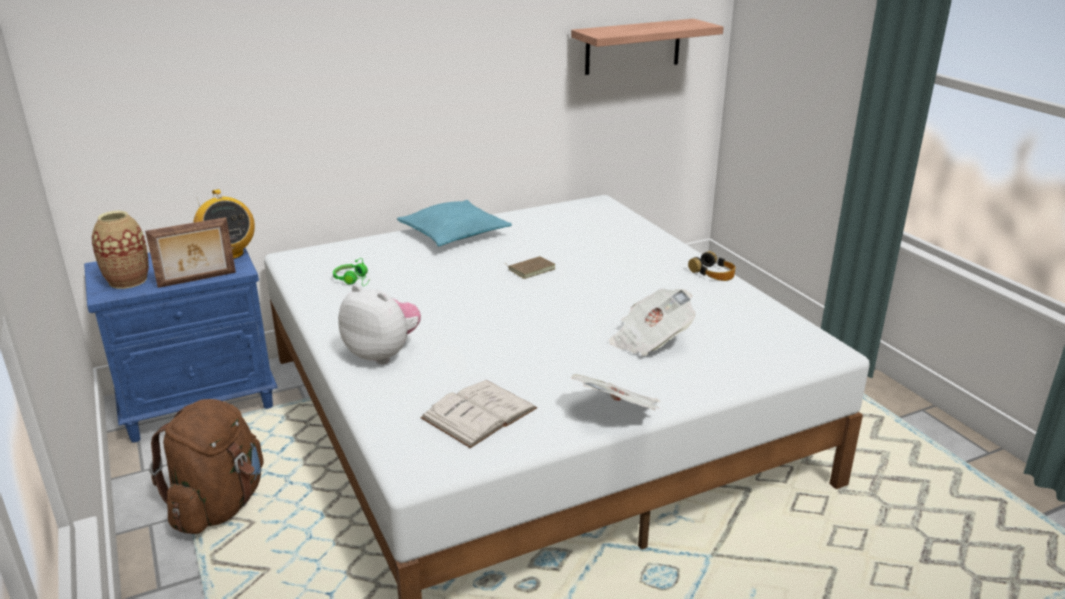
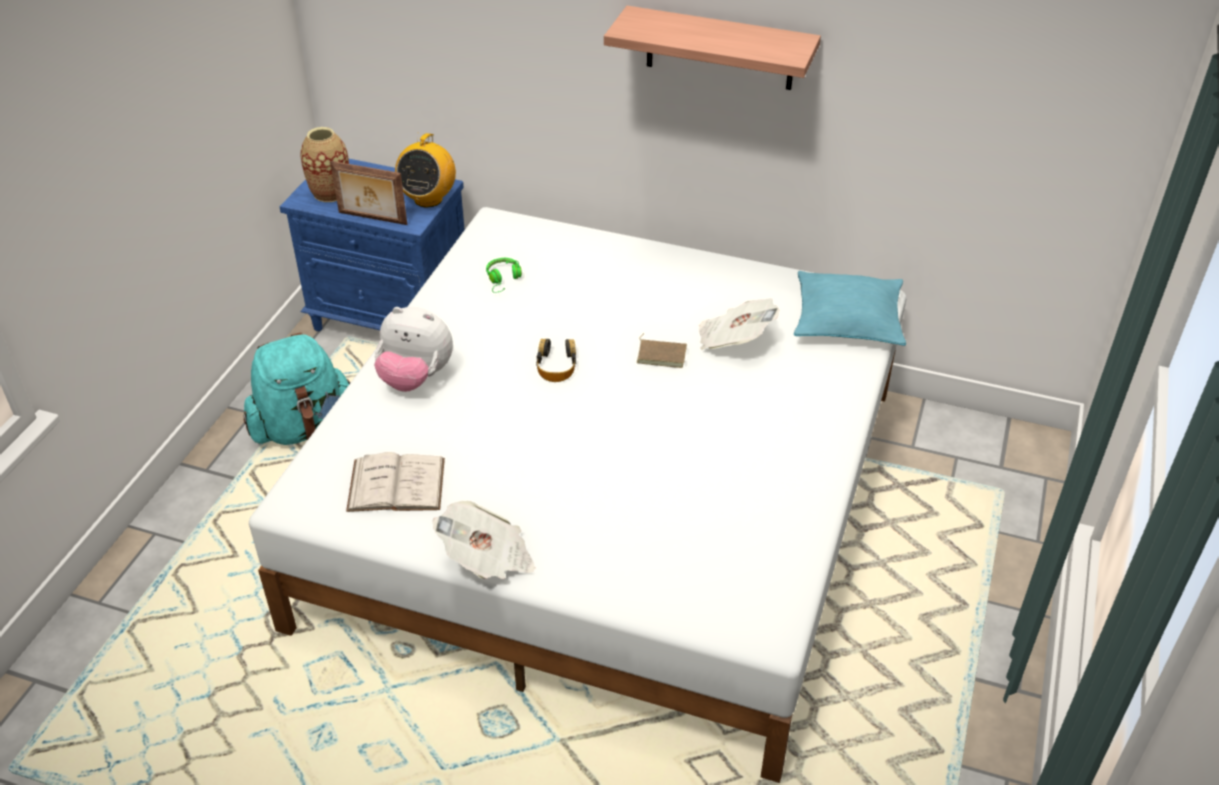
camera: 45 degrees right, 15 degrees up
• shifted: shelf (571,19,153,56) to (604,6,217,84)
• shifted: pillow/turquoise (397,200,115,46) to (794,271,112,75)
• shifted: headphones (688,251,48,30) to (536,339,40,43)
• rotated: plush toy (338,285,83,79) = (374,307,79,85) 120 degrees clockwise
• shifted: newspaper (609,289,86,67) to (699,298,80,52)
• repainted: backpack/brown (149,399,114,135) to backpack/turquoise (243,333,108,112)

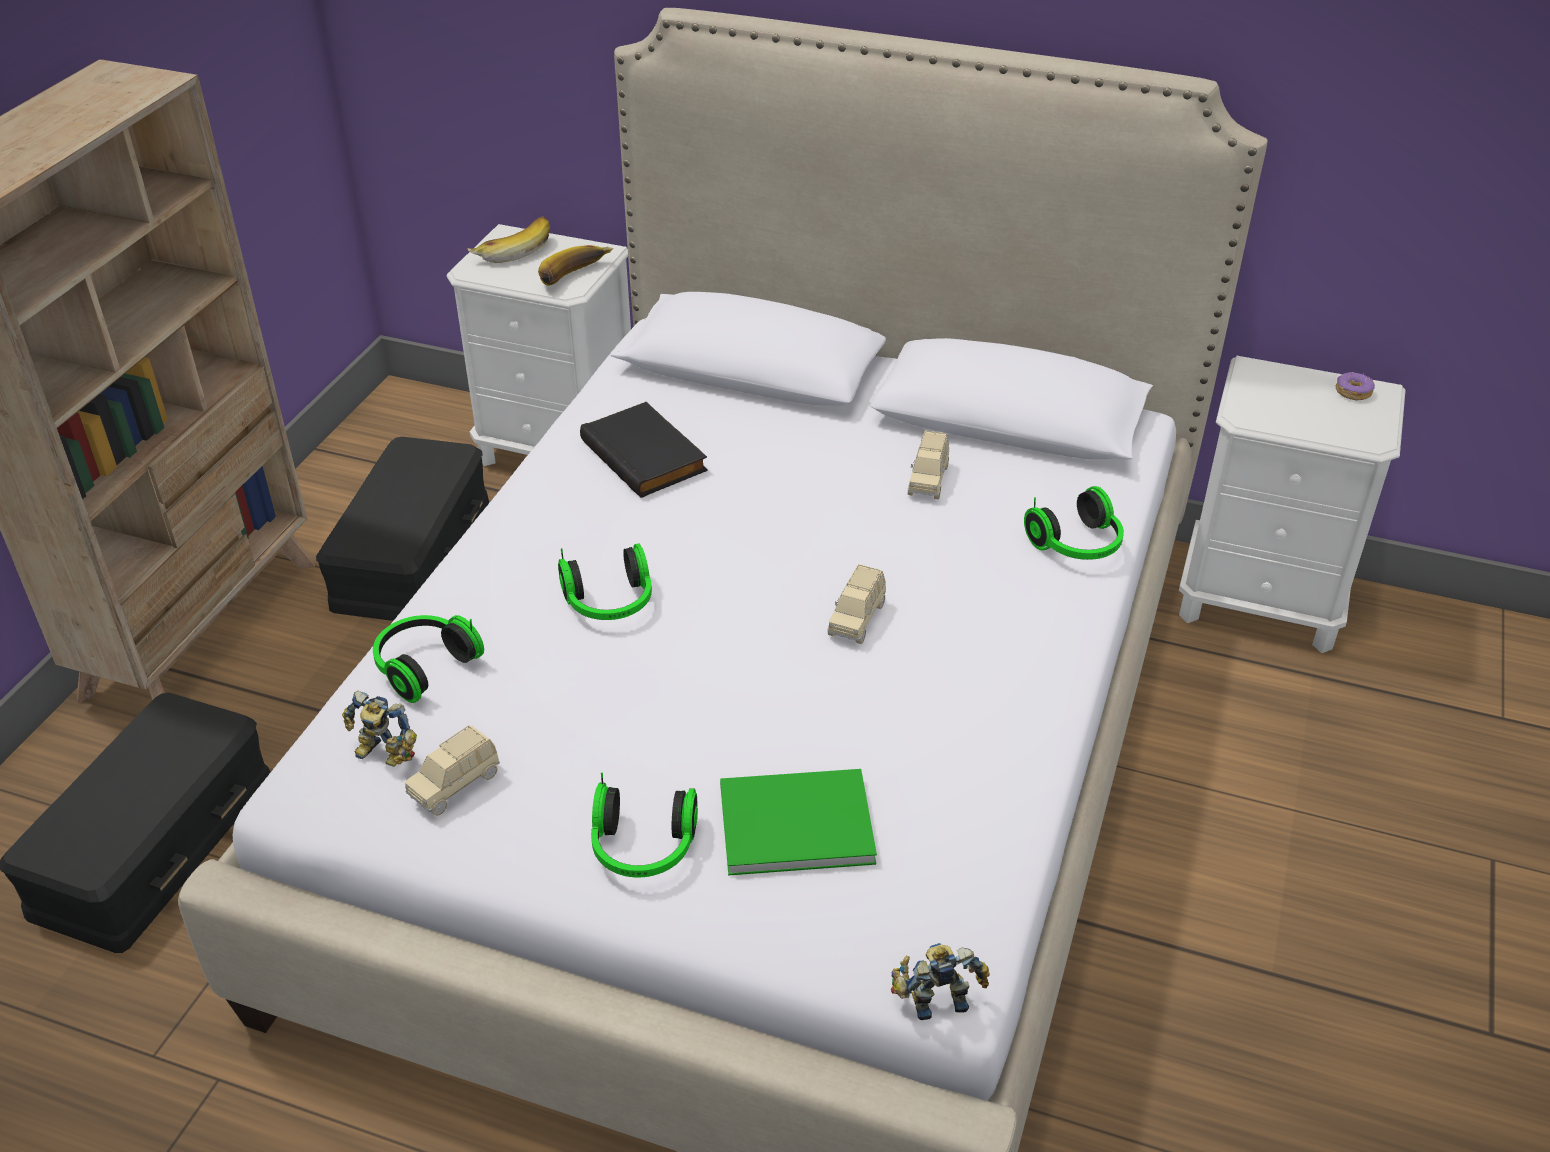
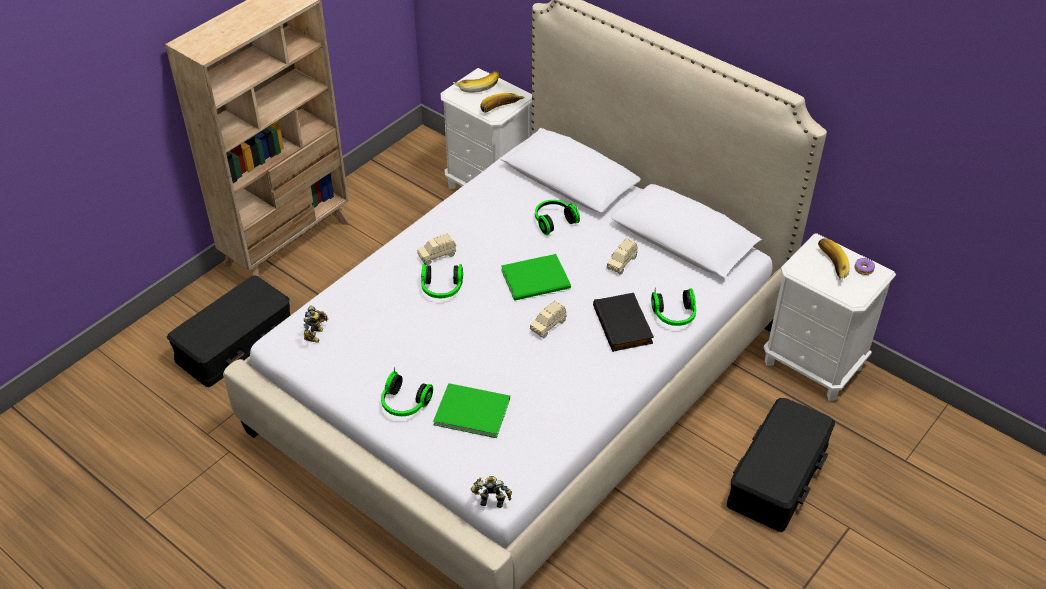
camera: 20 degrees right, 5 degrees up
• shifted: book/black (580,402,128,96) to (593,293,61,59)
• shifted: storage box/black (316,437,173,184) to (727,398,108,134)
• shifted: headphones (373,615,111,88) to (535,200,45,35)
• rotated: toy robot (342,691,75,76) = (304,306,24,37) 120 degrees counterclockwise
• shifted: toy car/beige (405,725,95,91) to (418,233,38,32)
• new: banana (818,238,32,42)
• new: book/green (501,254,70,47)

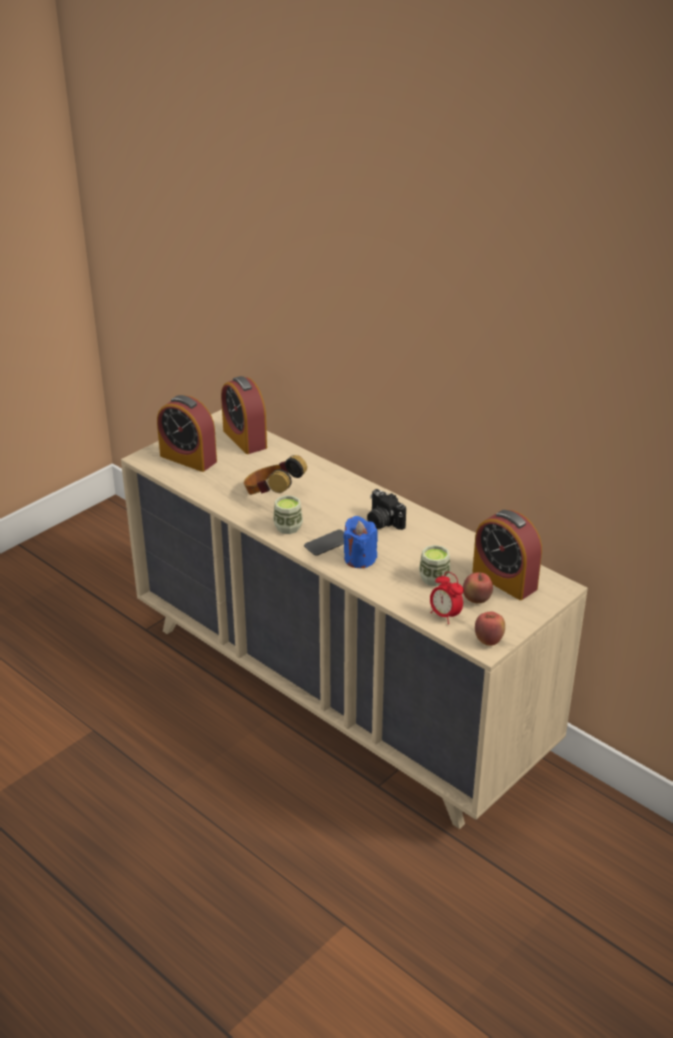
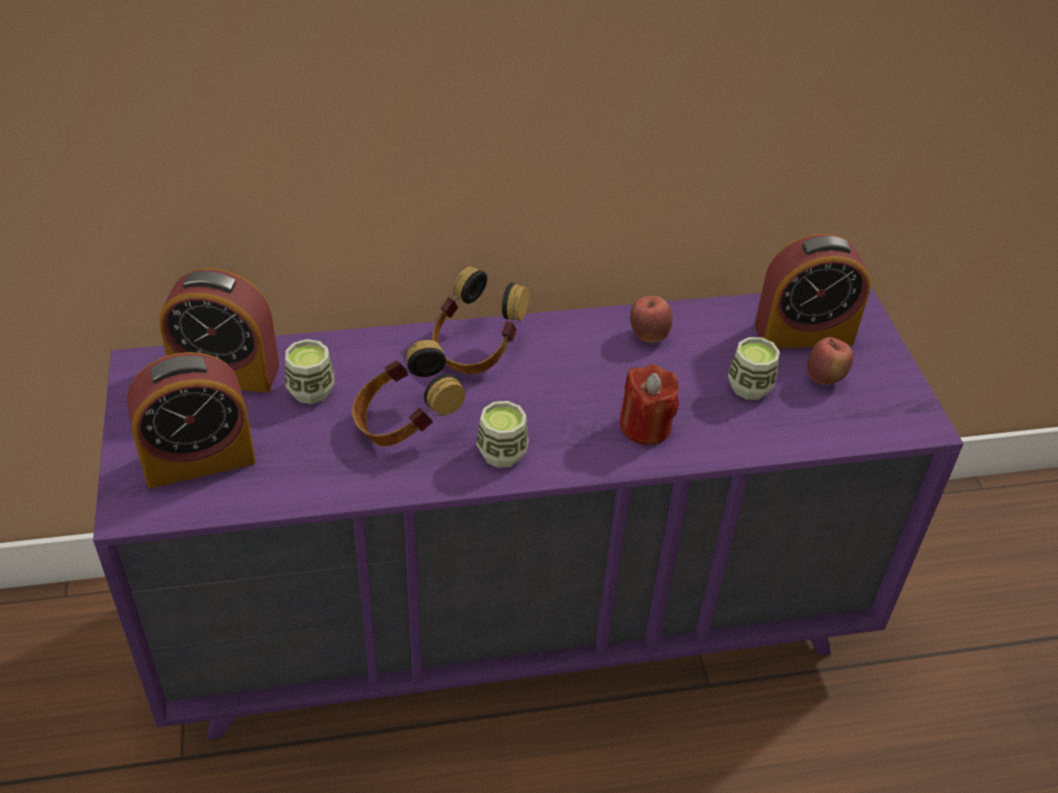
camera: 55 degrees left, 10 degrees up
• repainted: dresser/beige (121,409,467,420) to dresser/purple (93,285,871,454)
• gone: photo camera (367,489,39,41)
• repainted: candle/blue (343,516,35,52) to candle/red (620,364,59,81)
• gone: phone (304,529,40,27)
• gone: alarm clock (430,572,34,52)
• shifted: apple (475,612,30,34) to (630,296,43,46)
• new: headphones (432,266,97,108)
• new: cup (285,339,49,65)

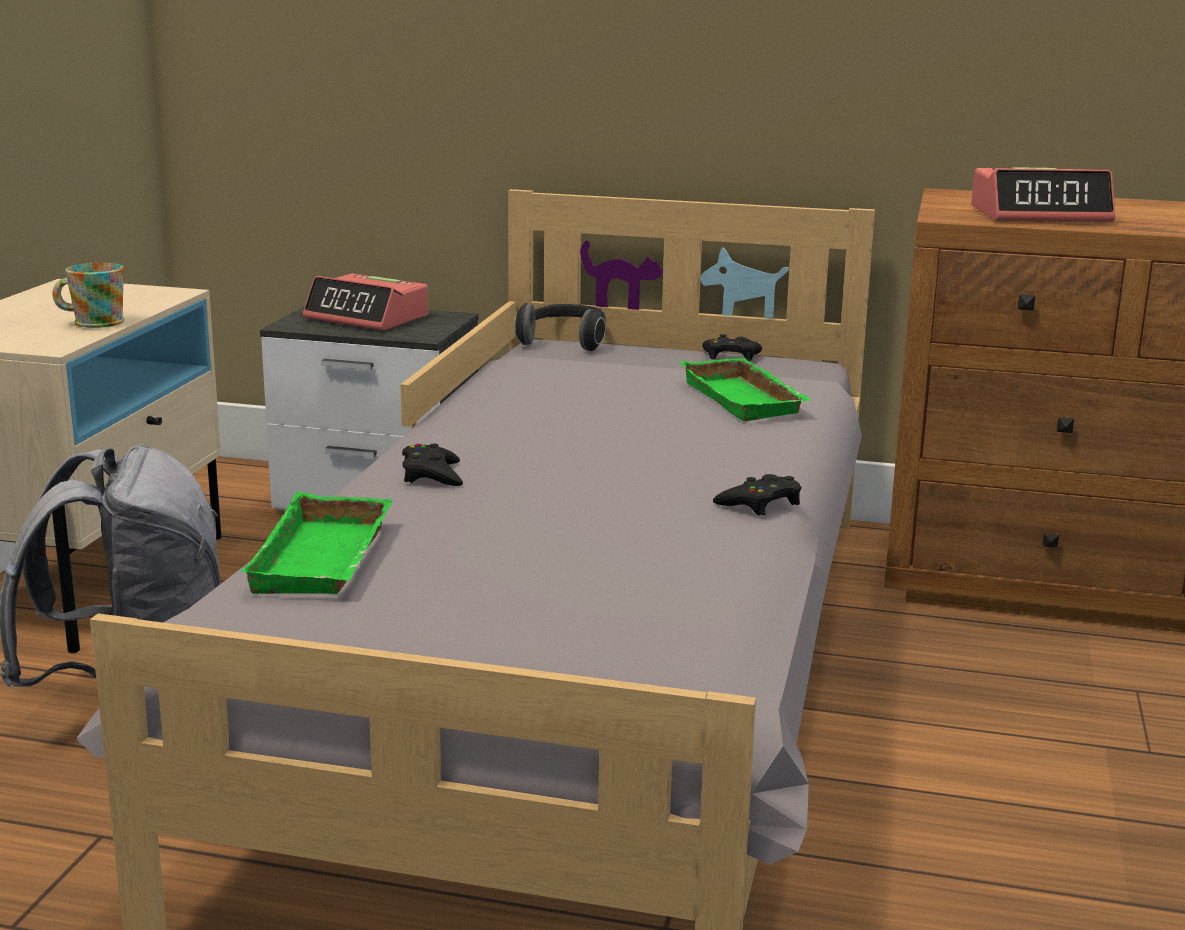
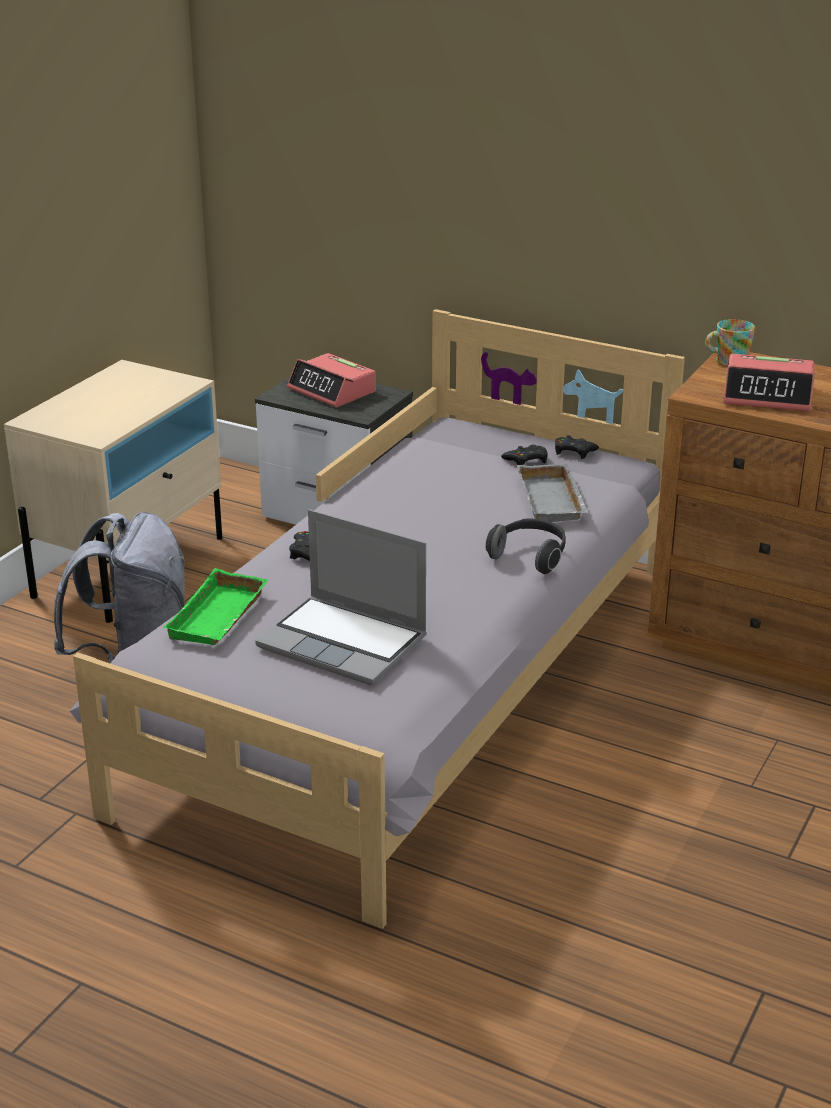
camera: 15 degrees right, 10 degrees up
• shifted: mug (52,263,72,65) to (705,319,50,47)
• shifted: headphones (515,303,91,48) to (485,518,81,56)
• repainted: tray/green (679,358,134,63) to tray/grey (517,464,72,58)
• shifted: game controller/black (713,474,88,41) to (501,445,47,20)
• new: laptop (255,509,172,176)

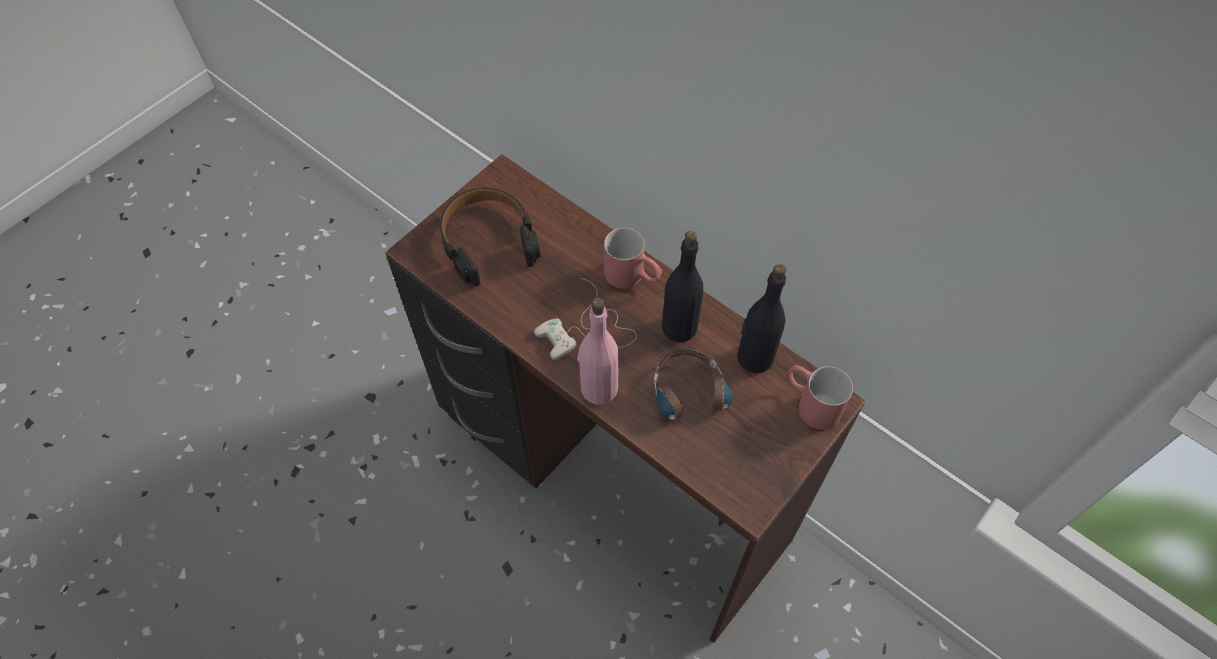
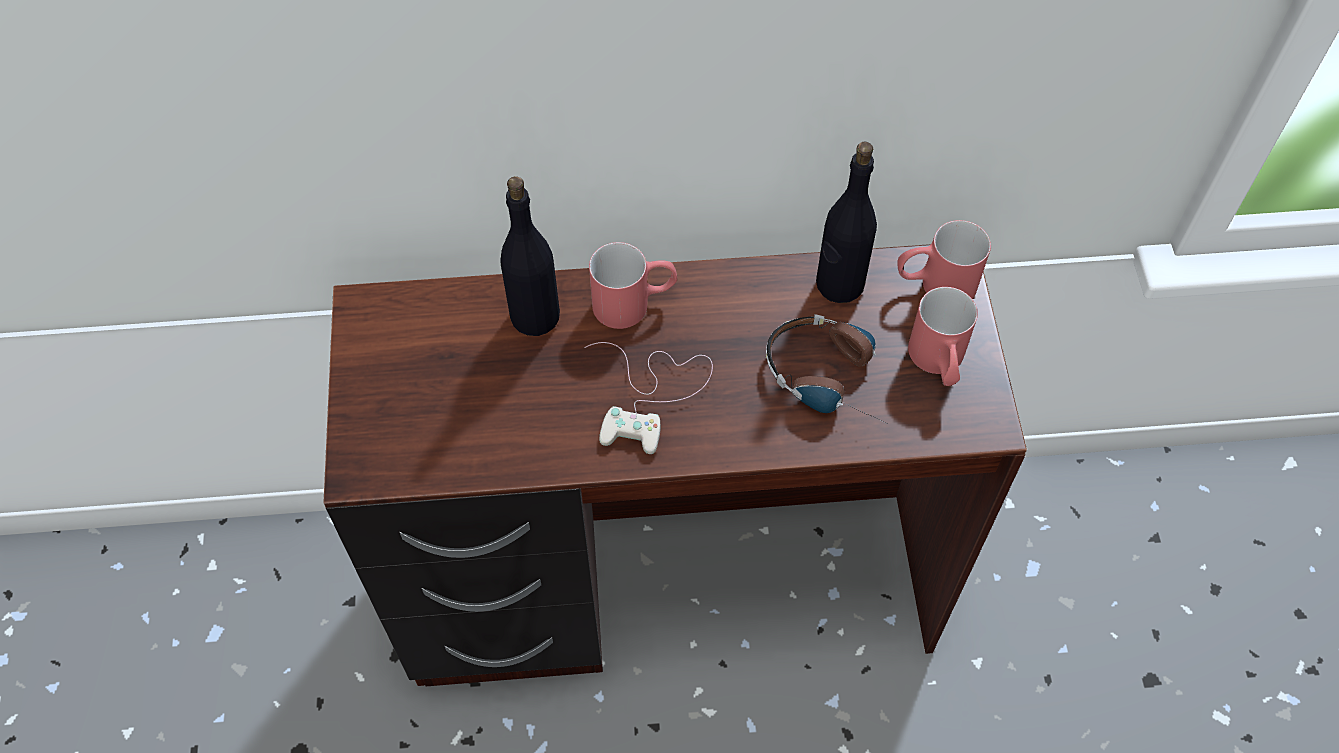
camera: 45 degrees left, 0 degrees up
• gone: headphones/black (440,187,101,99)
• shifted: bottle/black (662,231,41,111) to (501,176,59,160)
• gone: bottle/pink (577,298,42,107)
• new: mug/red (908,287,70,99)

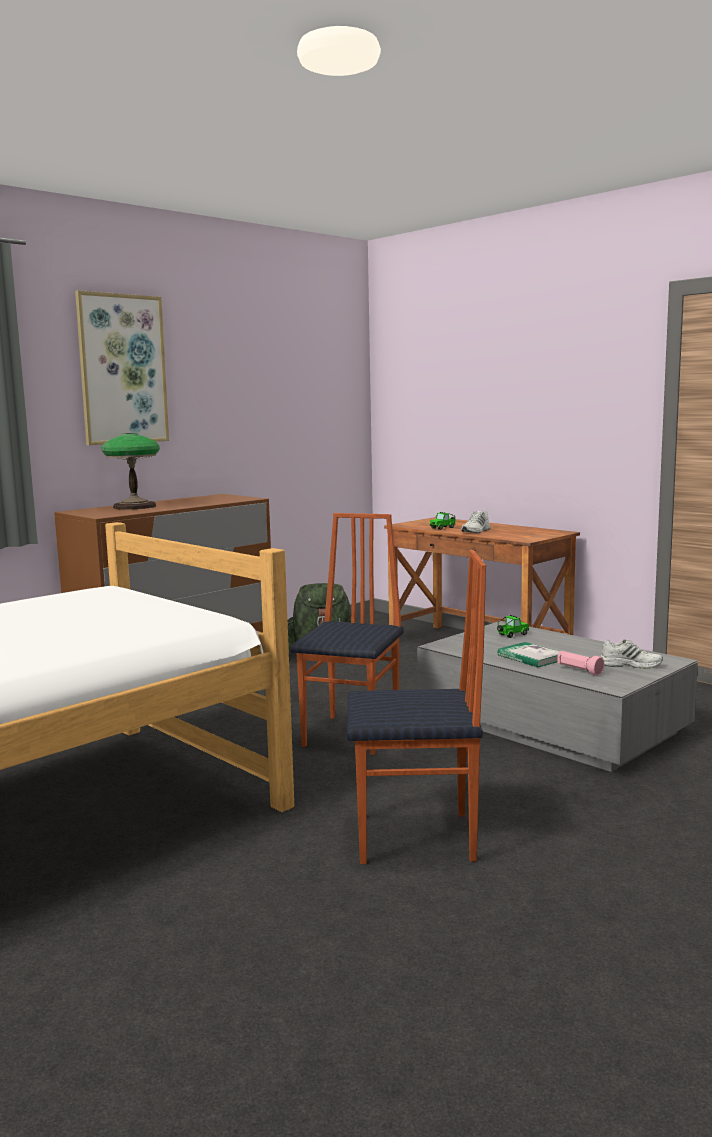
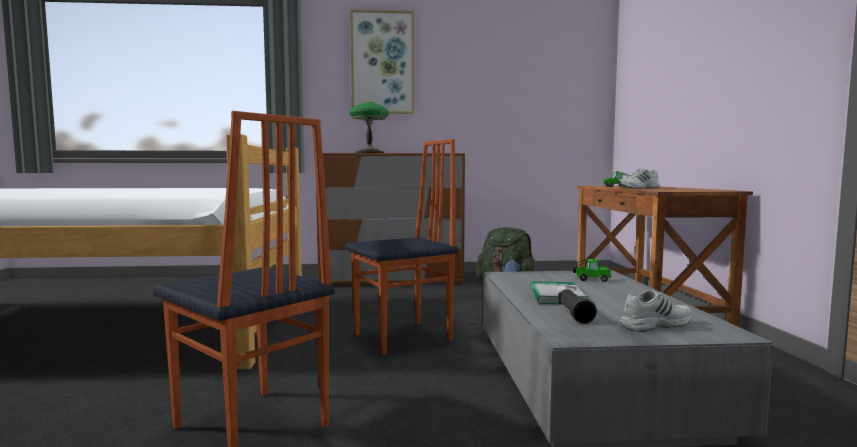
camera: 40 degrees right, 5 degrees down
• rotated: shoe/white (601,639,62,30) = (619,290,72,42) 75 degrees counterclockwise
• repainted: flashlight/pink (557,651,47,25) to flashlight/black (558,289,39,35)

